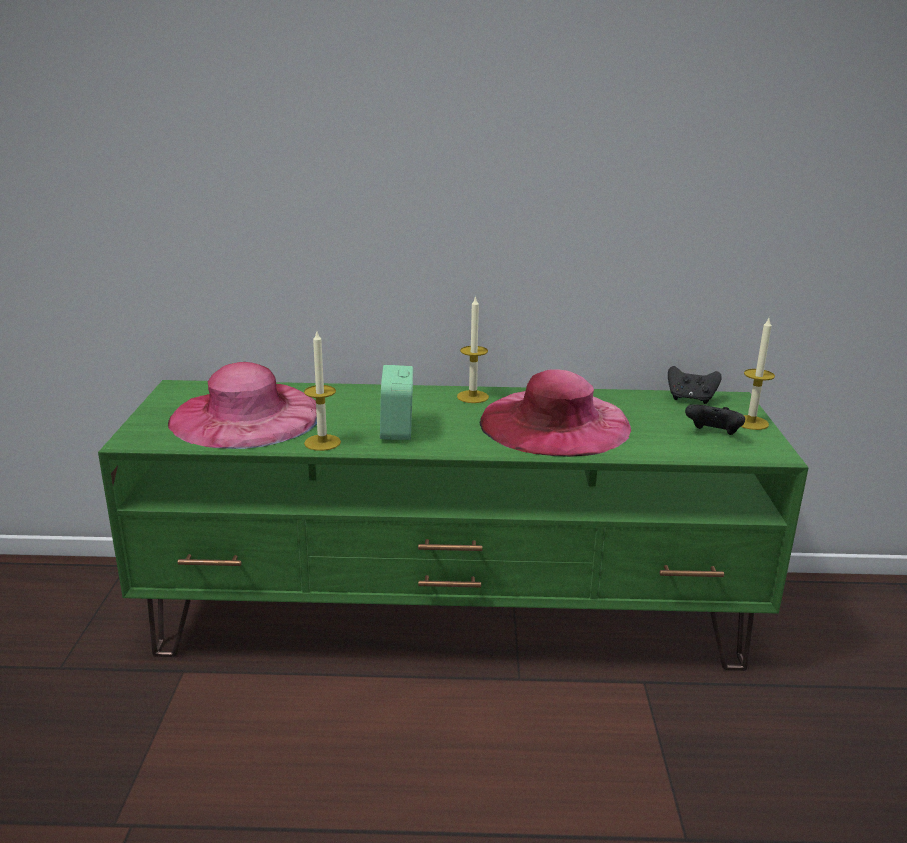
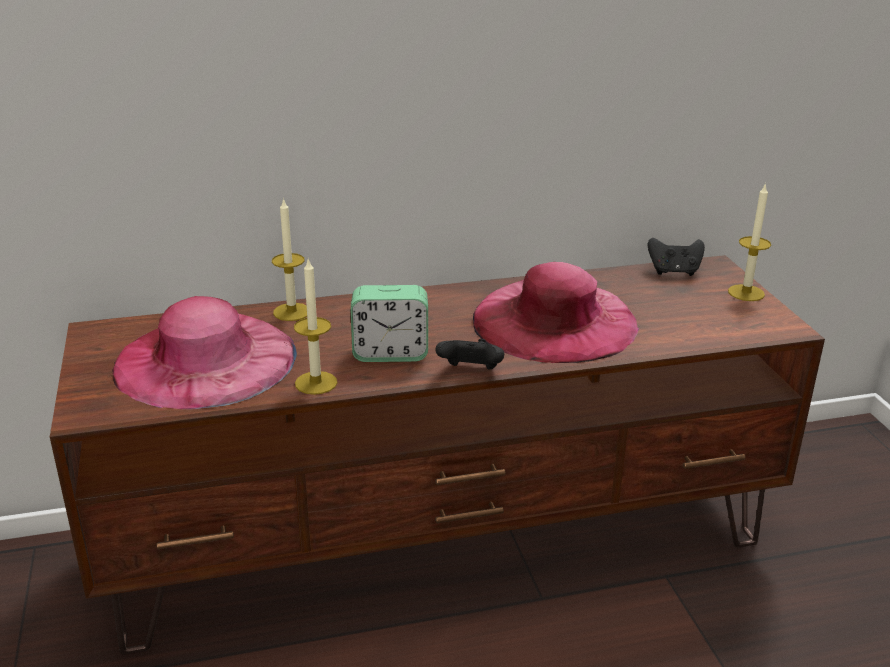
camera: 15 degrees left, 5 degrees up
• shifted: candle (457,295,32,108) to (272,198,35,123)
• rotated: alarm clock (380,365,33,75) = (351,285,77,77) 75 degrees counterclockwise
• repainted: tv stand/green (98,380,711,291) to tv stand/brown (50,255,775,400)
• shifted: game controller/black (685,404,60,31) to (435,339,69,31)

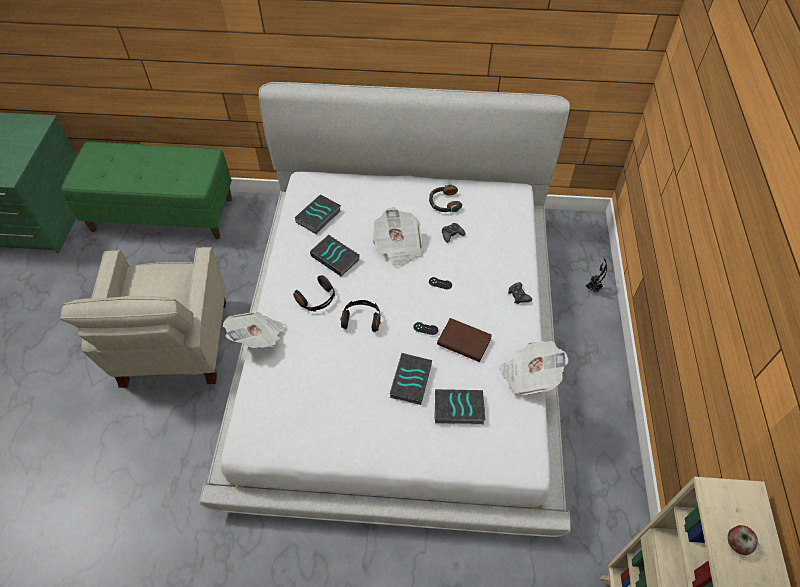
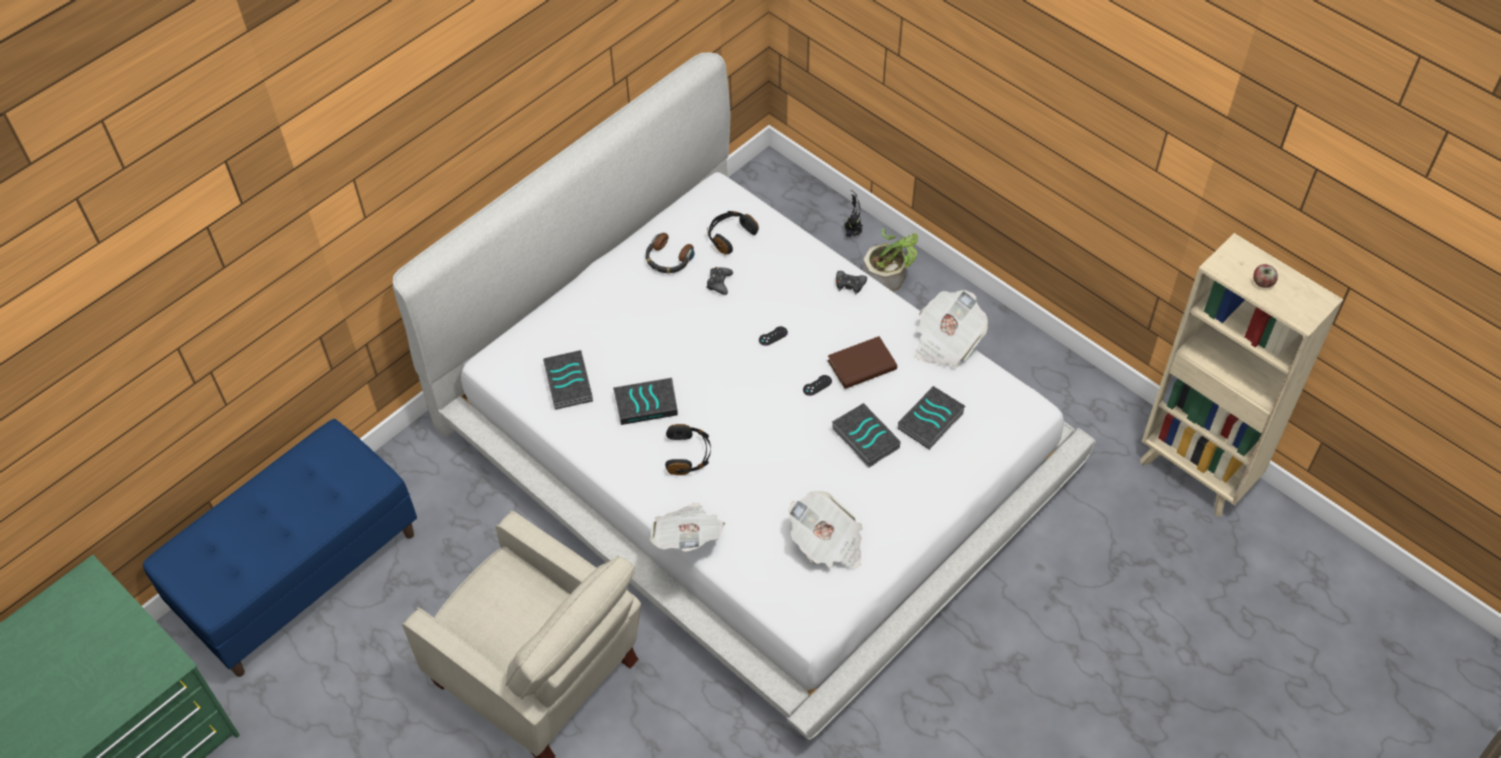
camera: 50 degrees left, 0 degrees up
• repainted: bench/green (61,142,171,97) to bench/blue (143,419,274,258)
• shifted: newspaper (373,207,50,62) to (789,491,74,77)
• shifted: headphones/black (341,300,40,32) to (707,211,52,44)
• new: potted plant (863,228,55,63)

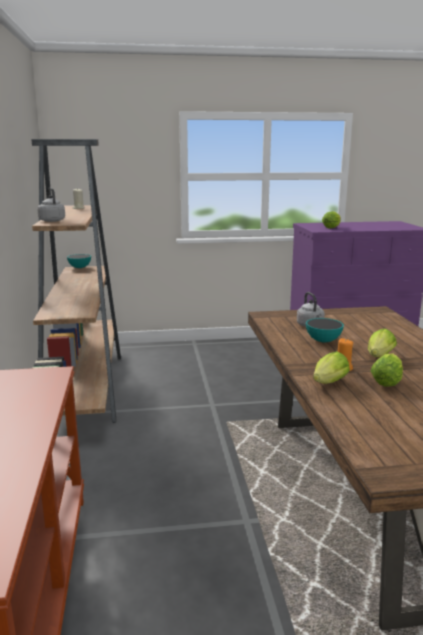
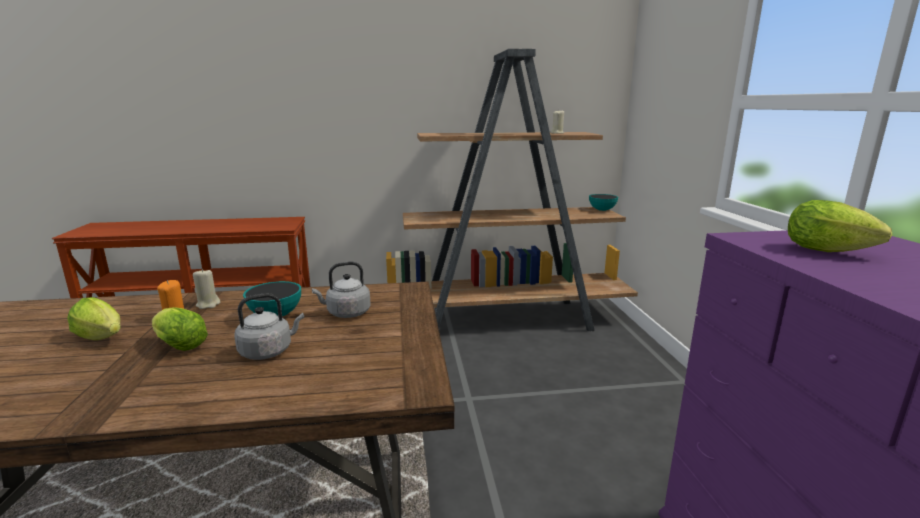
camera: 90 degrees right, 0 degrees up
• shifted: kettle/grey (37,188,28,34) to (234,293,70,67)
• gone: lettuce (313,351,37,33)
• new: candle/beige (193,269,27,40)

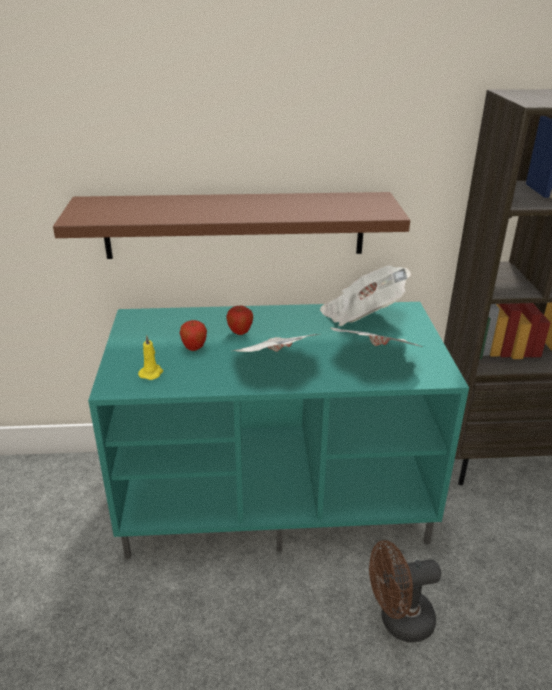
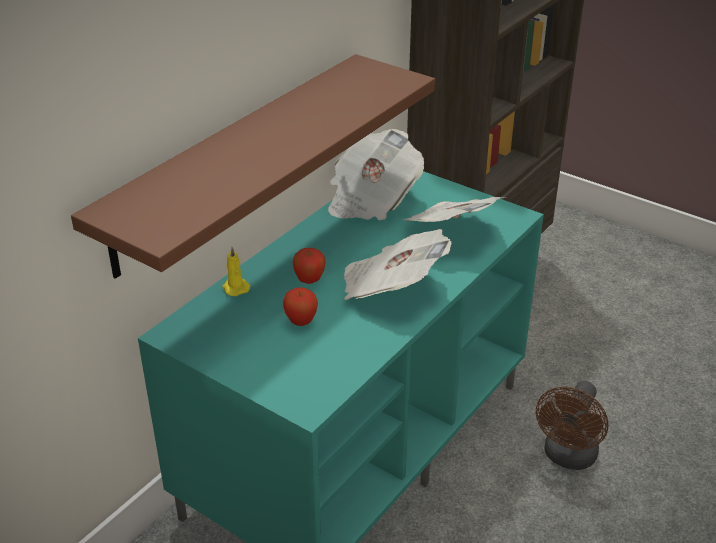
camera: 50 degrees left, 5 degrees up
• shifted: candle/yellow (138,335,25,45) to (222,247,28,49)

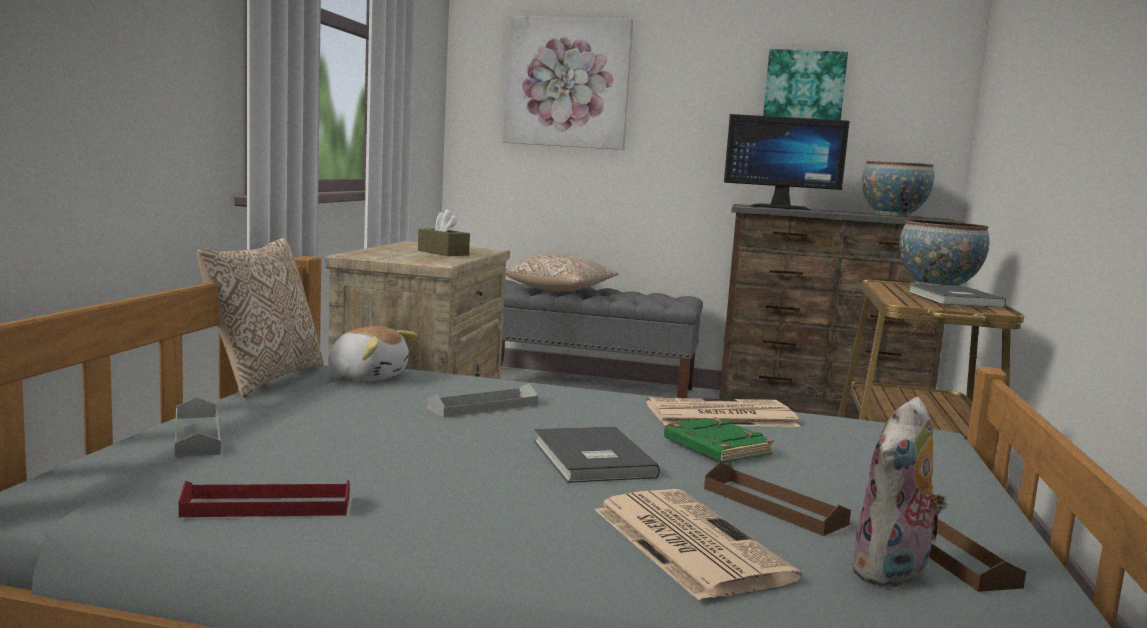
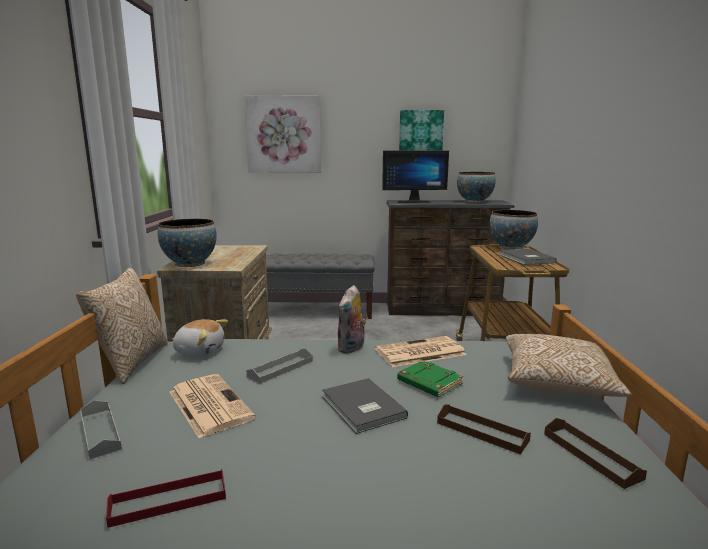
camera: 10 degrees left, 5 degrees up
• gone: tissue box/brown (418,210,52,46)
• shifted: pillow (505,253,113,39) to (505,334,127,63)
• shifted: plush toy (850,397,97,192) to (337,285,29,69)
• shifted: newspaper (595,489,207,111) to (170,374,85,64)
• new: bowl (158,219,59,48)

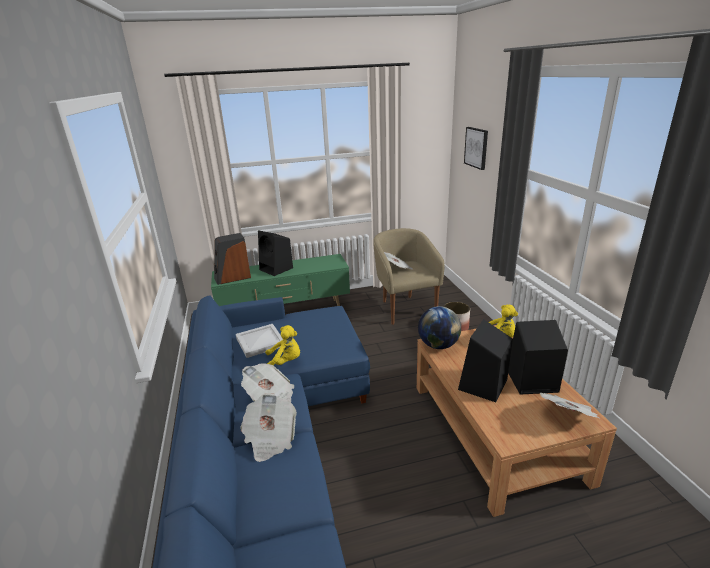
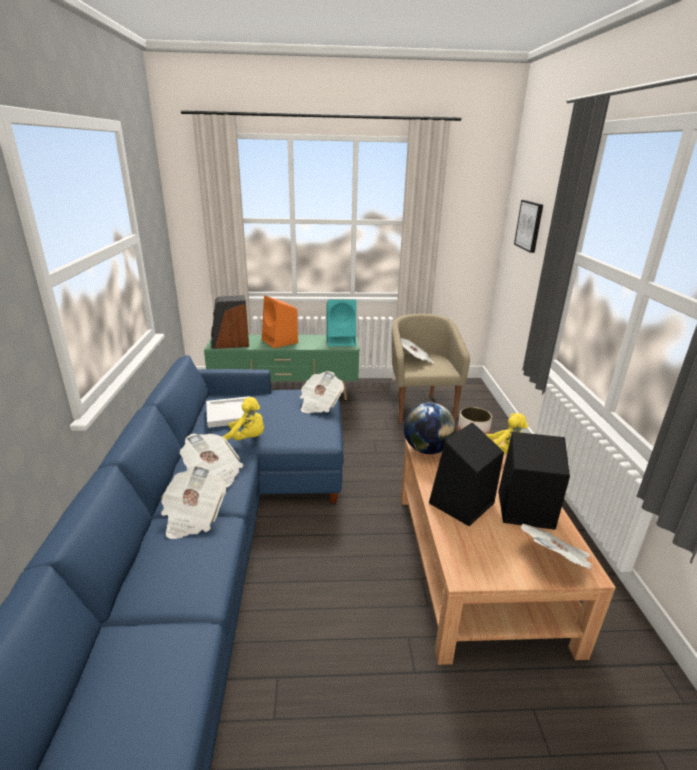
camera: 10 degrees right, 0 degrees up
• repainted: speaker/black (258,230,35,46) to speaker/orange (262,295,36,53)
• new: speaker/turquoise (327,299,29,47)
• new: newspaper (300,371,44,42)

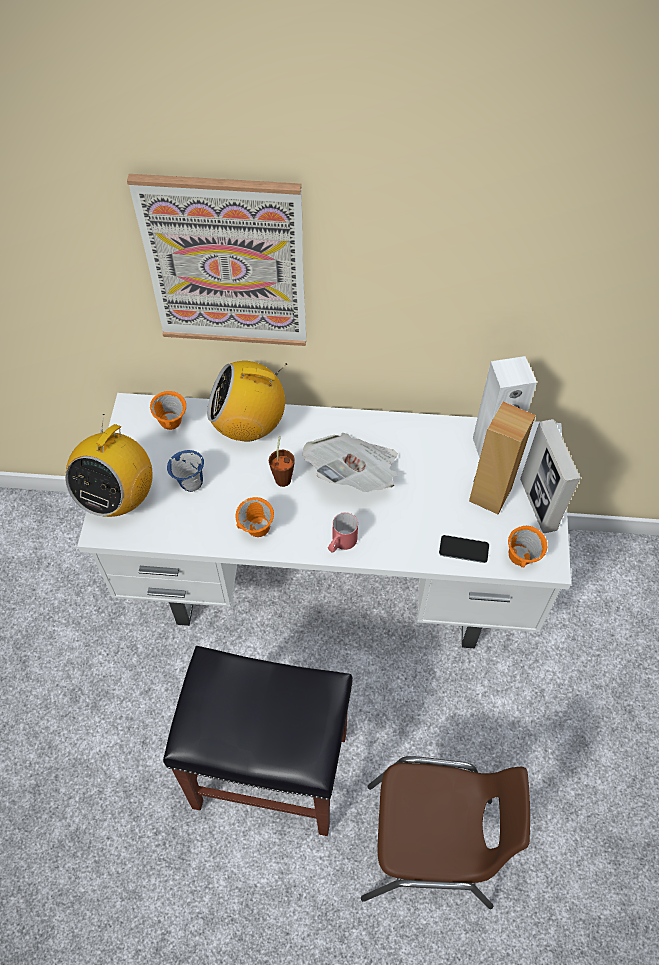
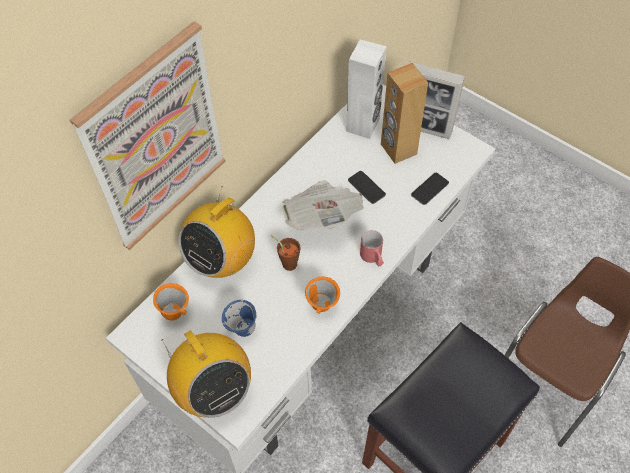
camera: 55 degrees left, 0 degrees up
• gone: mug/orange (508,526,39,42)
• new: phone (348,171,38,33)

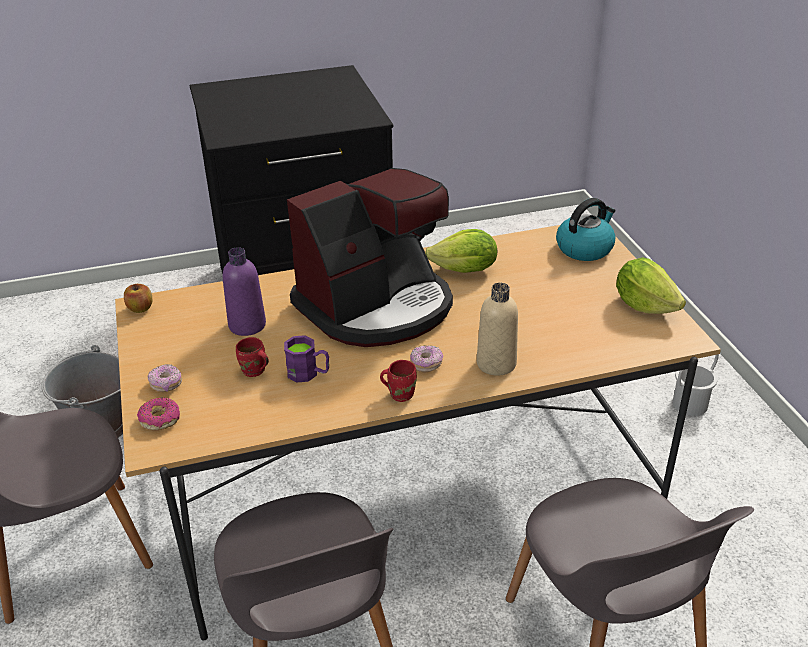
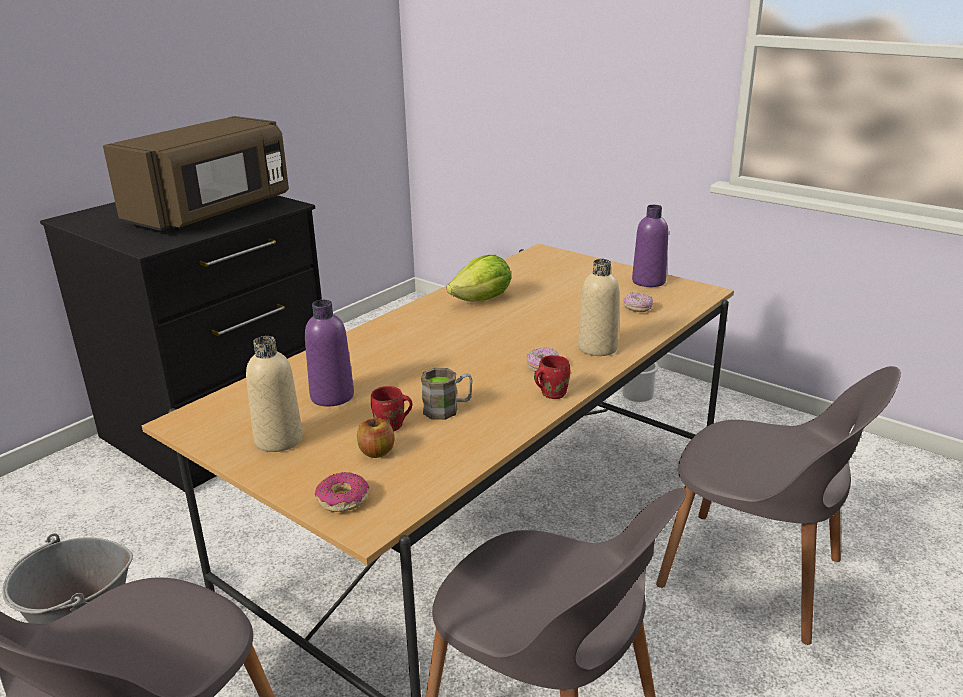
camera: 35 degrees left, 10 degrees down
• gone: coffee machine (287,168,166,179)
• gone: kettle (556,198,59,63)
• swapped: lettuce (616,257,70,57) to bottle/purple (632,205,36,82)
• shifted: apple (124,284,28,29) to (357,418,37,40)
• repainted: mug/purple (284,335,45,48) to mug/brown (421,368,51,52)
• shifted: donut (148,364,34,28) to (623,292,30,20)
• new: microwave/brown (103,116,186,115)
• new: bottle/beige (246,336,57,116)

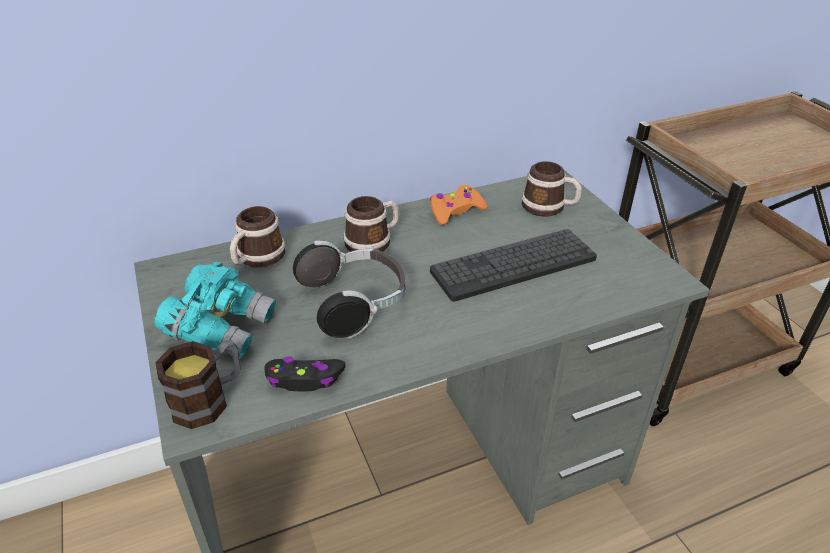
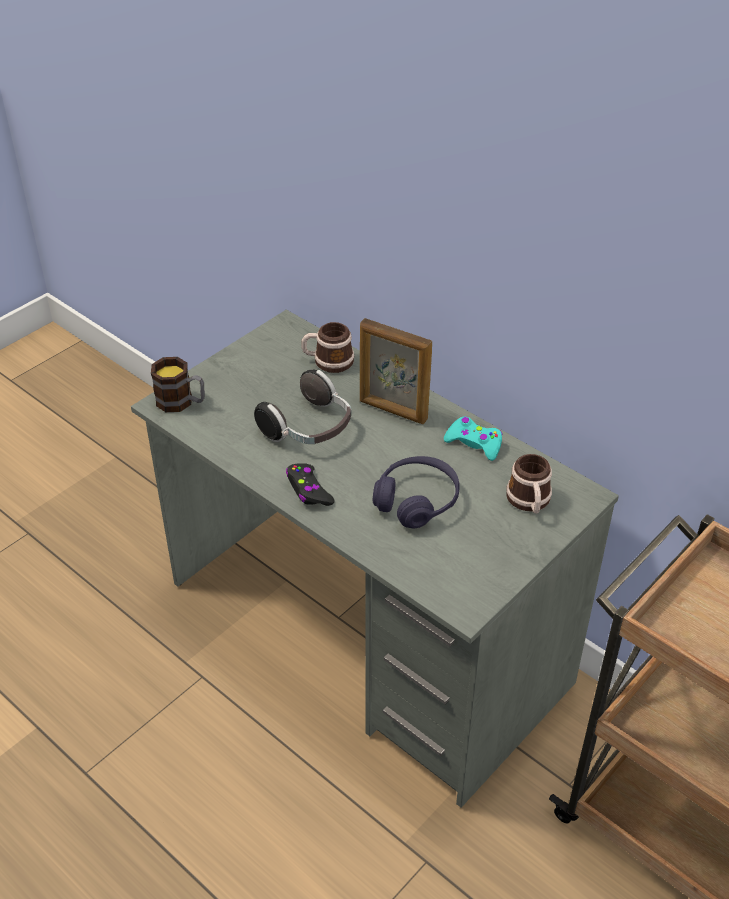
camera: 65 degrees right, 5 degrees up
• repainted: game controller/orange (430,185,57,40) to game controller/turquoise (444,416,59,45)
• swapped: mug (343,196,56,56) to picture frame (360,318,72,106)
• swapped: keyboard (430,229,167,73) to headphones/purple (373,456,87,72)
• gone: binoculars/turquoise (155,262,121,98)
• shifted: game controller/black (265,356,80,36) to (286,463,49,43)

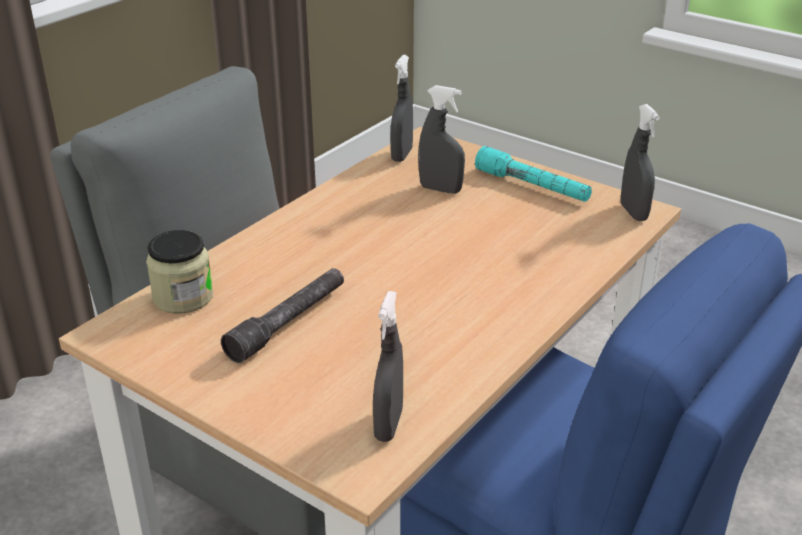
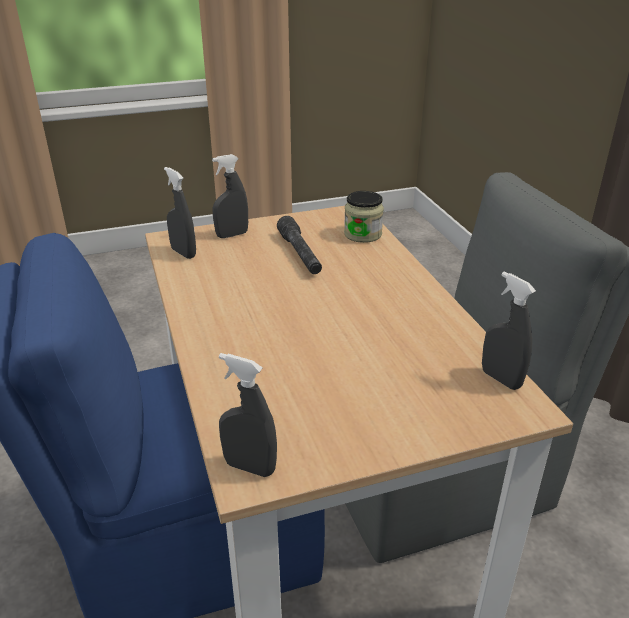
camera: 125 degrees right, 0 degrees up
• shifted: spray bottle/grey (418,85,47,109) to (212,154,36,84)
• gone: flashlight/turquoise (475,146,117,56)

